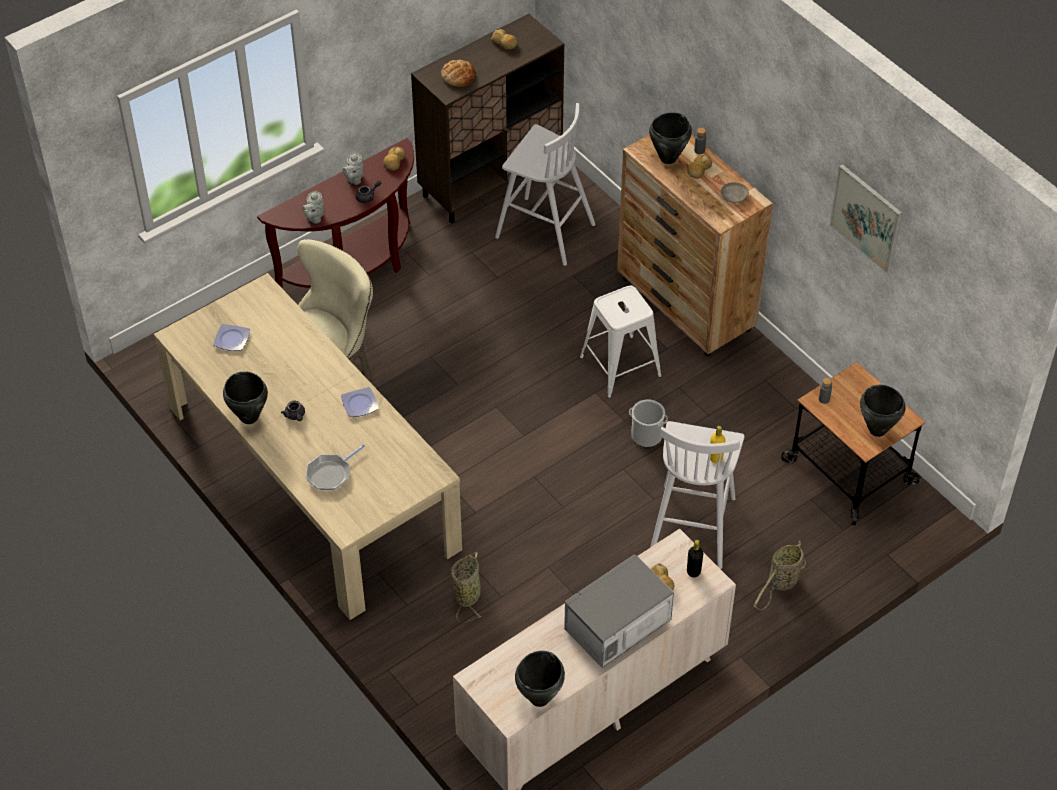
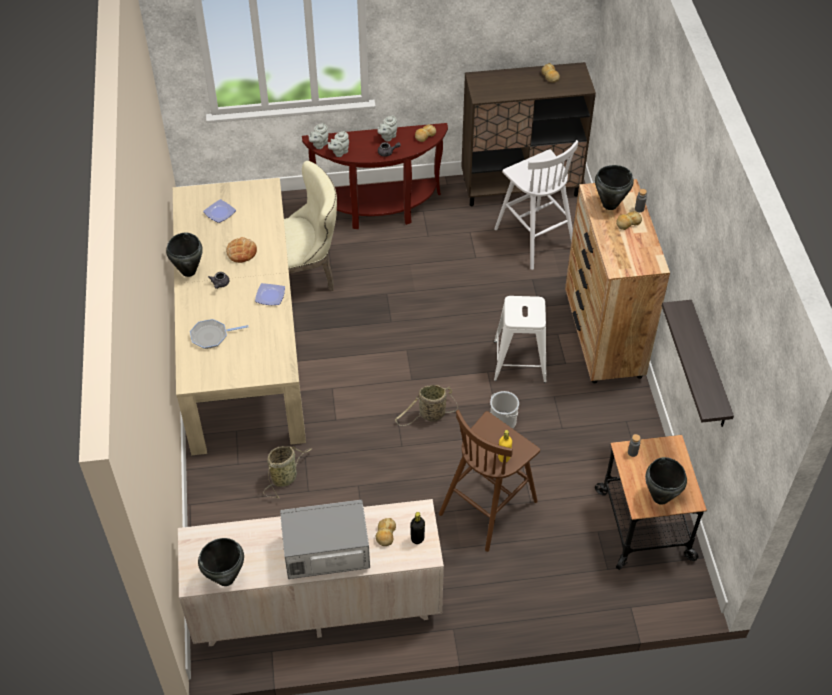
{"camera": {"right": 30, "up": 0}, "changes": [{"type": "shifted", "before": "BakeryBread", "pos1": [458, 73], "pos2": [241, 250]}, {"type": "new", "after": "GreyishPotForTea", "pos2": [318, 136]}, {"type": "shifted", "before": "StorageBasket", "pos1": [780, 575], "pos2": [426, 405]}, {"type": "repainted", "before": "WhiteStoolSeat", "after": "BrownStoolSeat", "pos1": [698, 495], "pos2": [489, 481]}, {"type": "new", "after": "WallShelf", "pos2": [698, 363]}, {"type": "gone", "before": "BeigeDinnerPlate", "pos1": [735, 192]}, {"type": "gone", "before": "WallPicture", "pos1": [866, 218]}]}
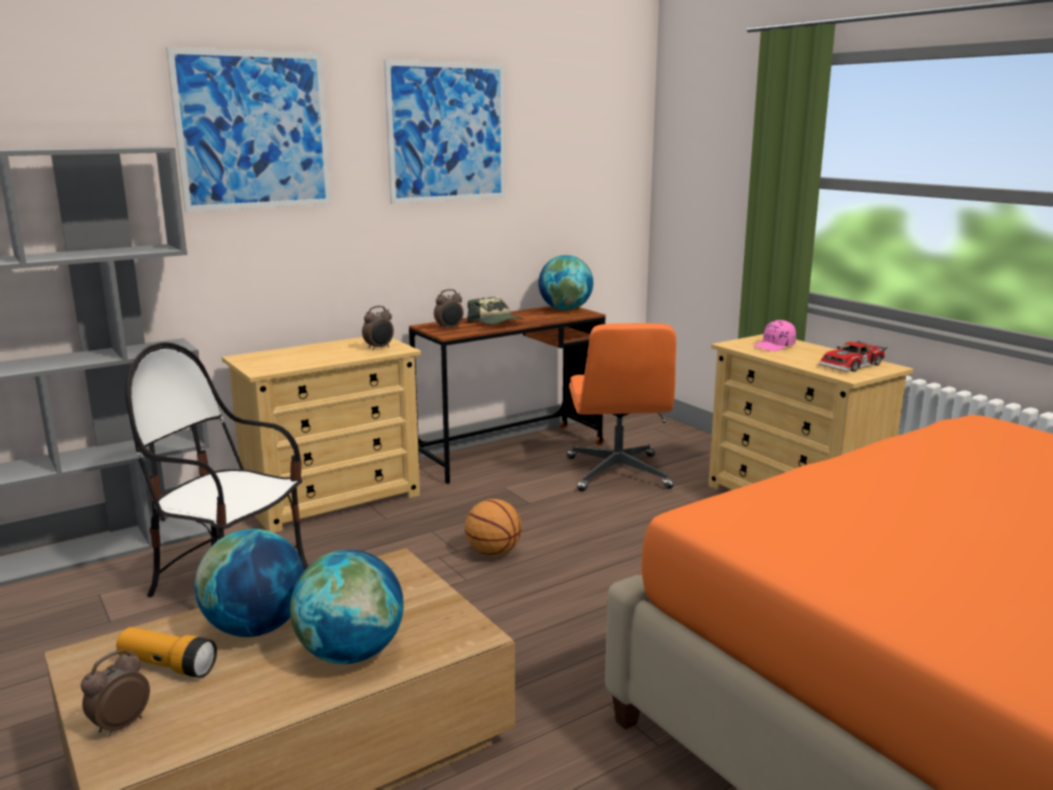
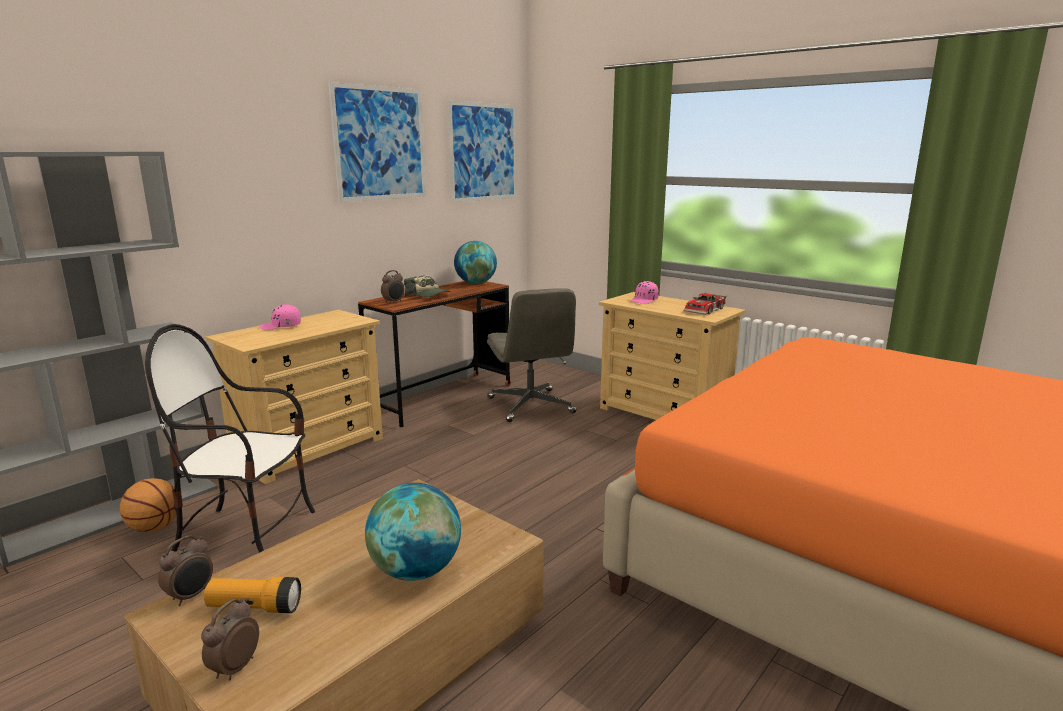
{"camera": {"right": -15, "up": 0}, "changes": [{"type": "shifted", "before": "BasketballBall", "pos1": [493, 527], "pos2": [148, 505]}, {"type": "shifted", "before": "BedsideClock", "pos1": [378, 328], "pos2": [185, 570]}, {"type": "new", "after": "PinkishBaseballCap", "pos2": [280, 317]}, {"type": "shifted", "before": "WallPicture", "pos1": [248, 129], "pos2": [482, 152]}, {"type": "repainted", "before": "OrangeDeskChair", "after": "GreyishDeskChair", "pos1": [621, 407], "pos2": [531, 355]}, {"type": "gone", "before": "Globe", "pos1": [250, 583]}]}
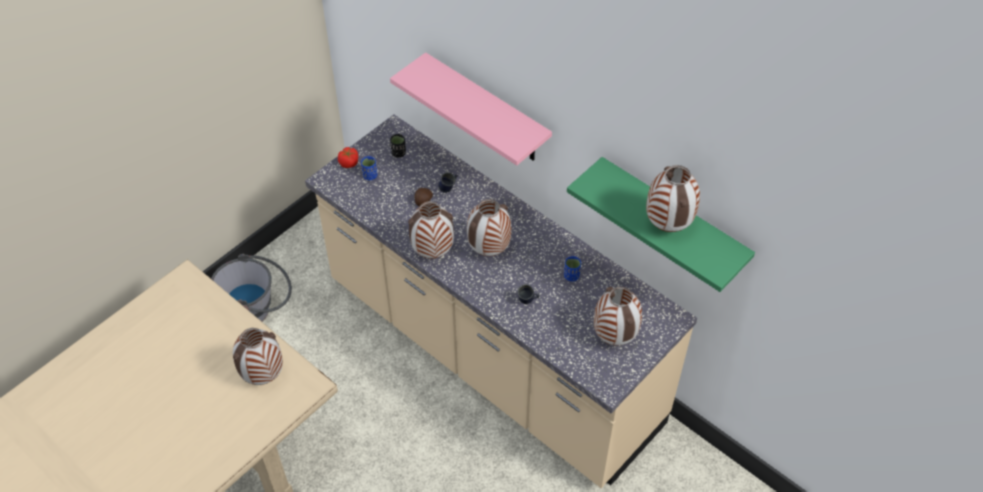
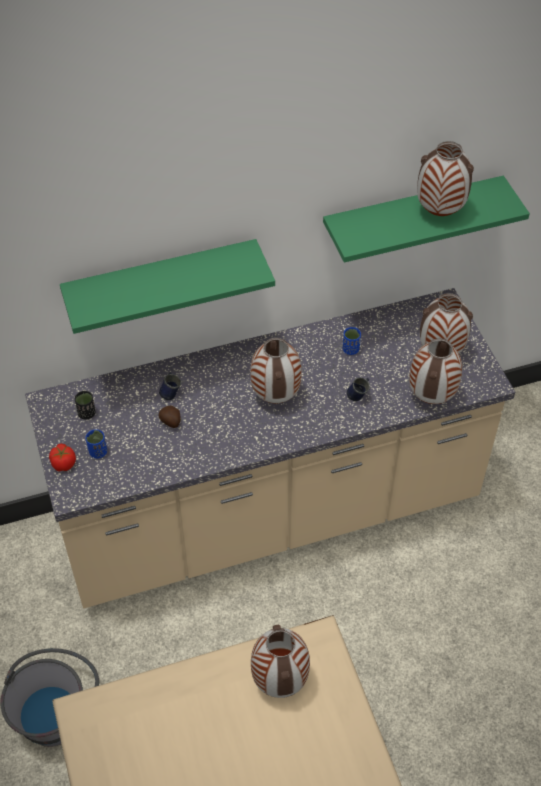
{"camera": {"right": -60, "up": 0}, "changes": [{"type": "repainted", "before": "PinkishWallShelf", "after": "GreenWallShelf", "pos1": [471, 108], "pos2": [167, 286]}, {"type": "shifted", "before": "Vase", "pos1": [431, 230], "pos2": [435, 371]}]}
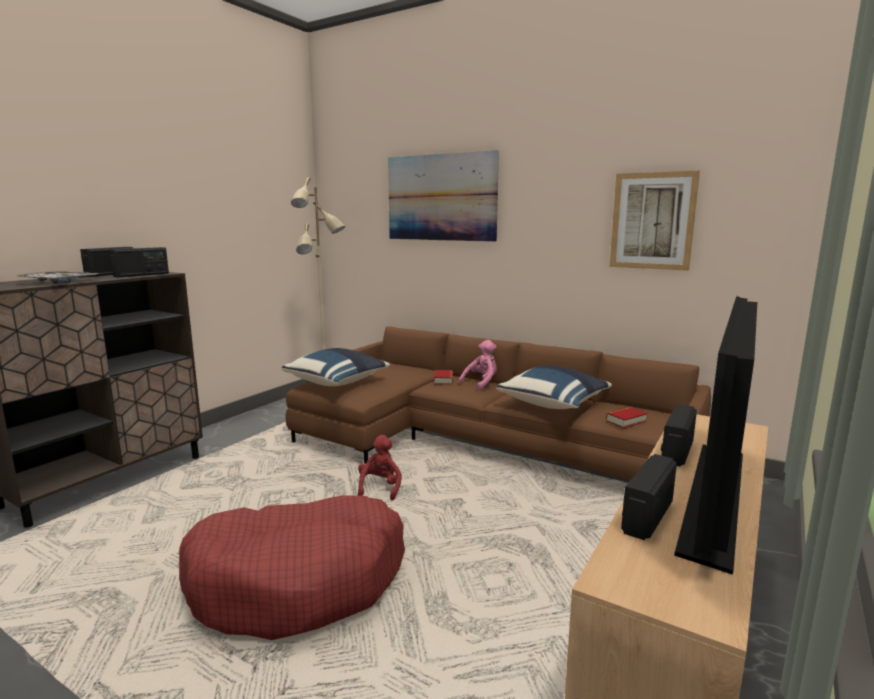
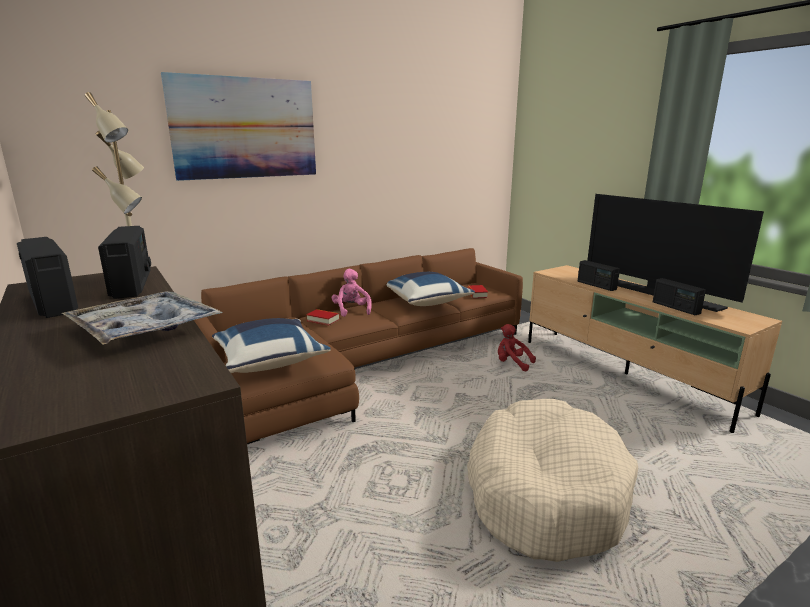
{"camera": {"right": -65, "up": 5}, "changes": [{"type": "repainted", "before": "ReddishDogCushion", "after": "BeigeDogCushion", "pos1": [292, 567], "pos2": [552, 480]}, {"type": "shifted", "before": "ReddishCuddlyToy", "pos1": [380, 467], "pos2": [517, 347]}, {"type": "gone", "before": "WallPicture", "pos1": [654, 221]}]}
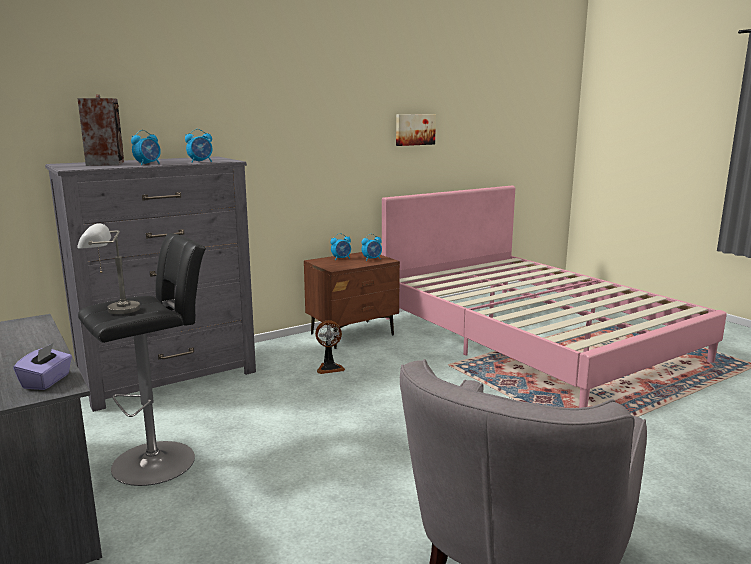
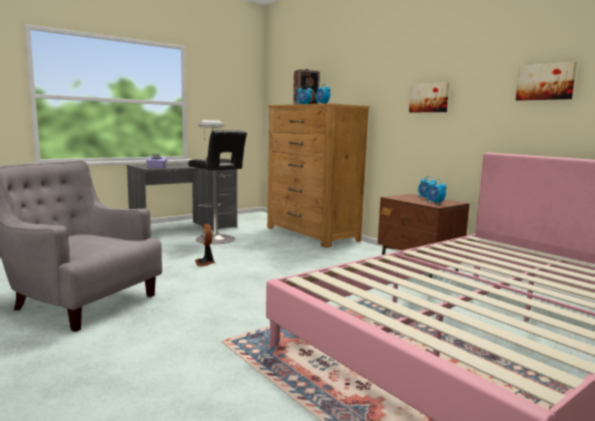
{"camera": {"right": 85, "up": -5}, "changes": [{"type": "shifted", "before": "CoolingFan", "pos1": [330, 347], "pos2": [205, 245]}, {"type": "repainted", "before": "GreyishChestOfDrawers", "after": "BrownChestOfDrawers", "pos1": [150, 284], "pos2": [318, 175]}, {"type": "new", "after": "WallPicture", "pos2": [429, 97]}]}
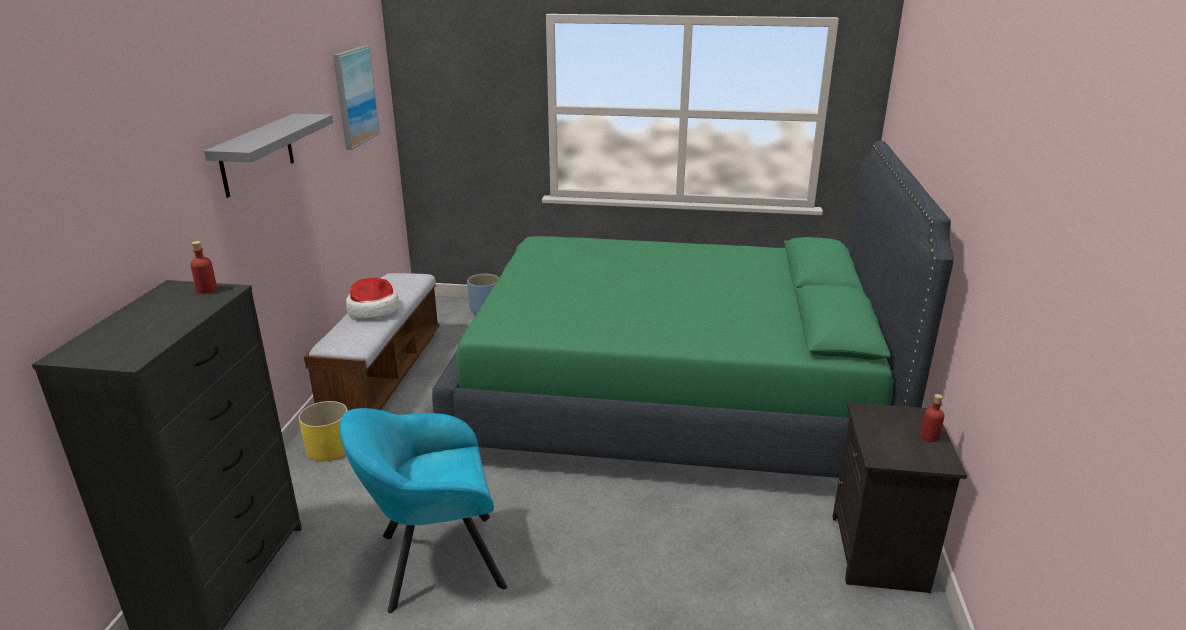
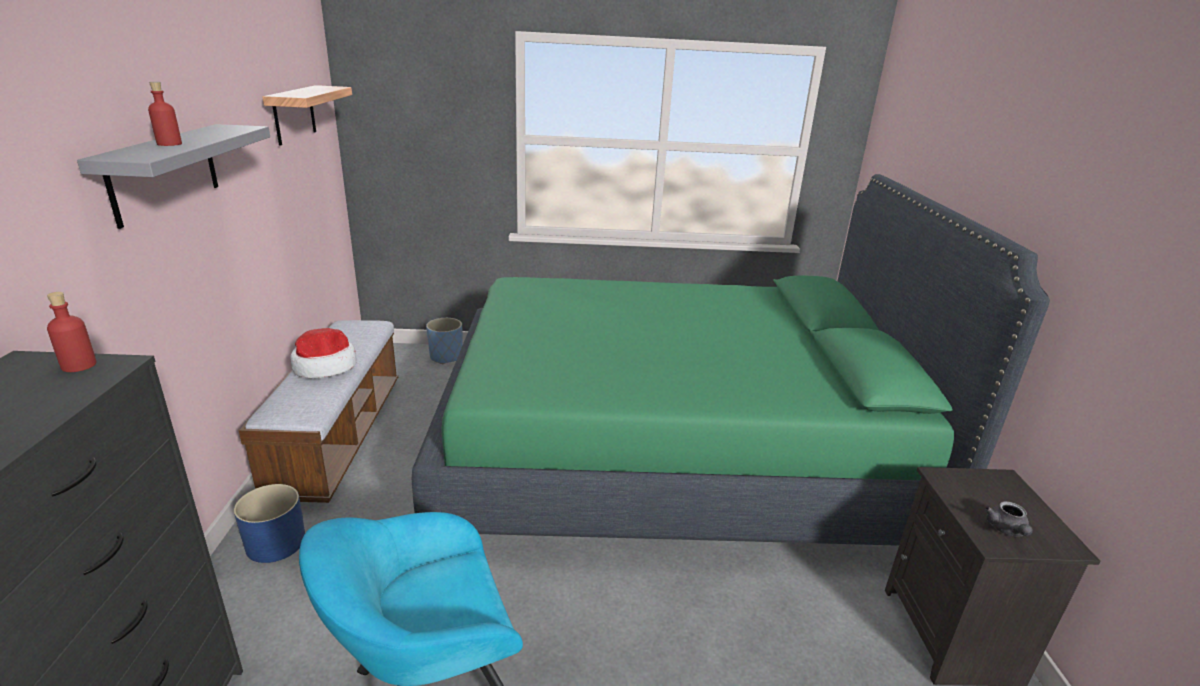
{"camera": {"right": -10, "up": 0}, "changes": [{"type": "shifted", "before": "ReddishBottle", "pos1": [932, 418], "pos2": [165, 114]}, {"type": "repainted", "before": "YellowPlanter", "after": "BlueColouredPlanter", "pos1": [323, 431], "pos2": [269, 523]}, {"type": "swapped", "before": "WallPicture", "after": "WallShelf", "pos1": [356, 97], "pos2": [307, 115]}, {"type": "new", "after": "GreyishPotForTea", "pos2": [1009, 519]}]}
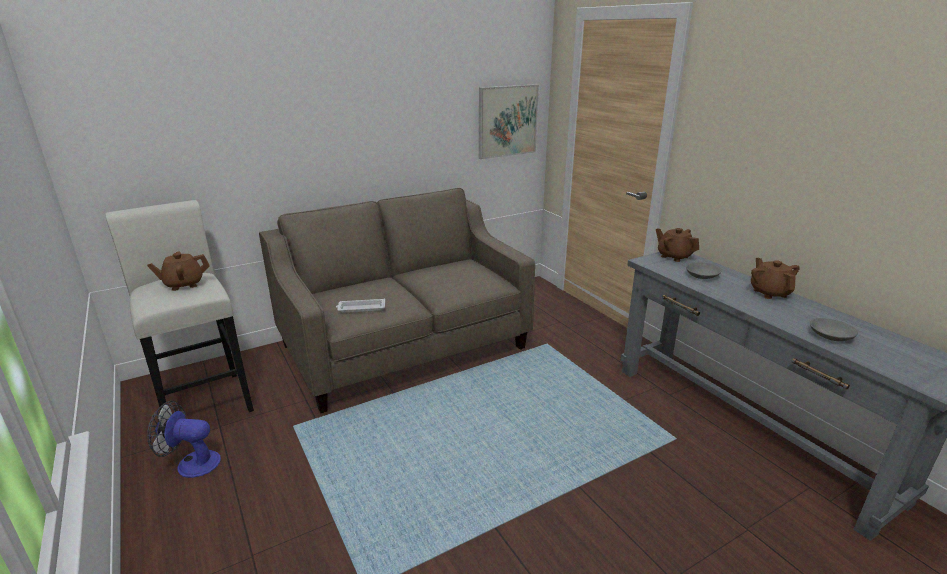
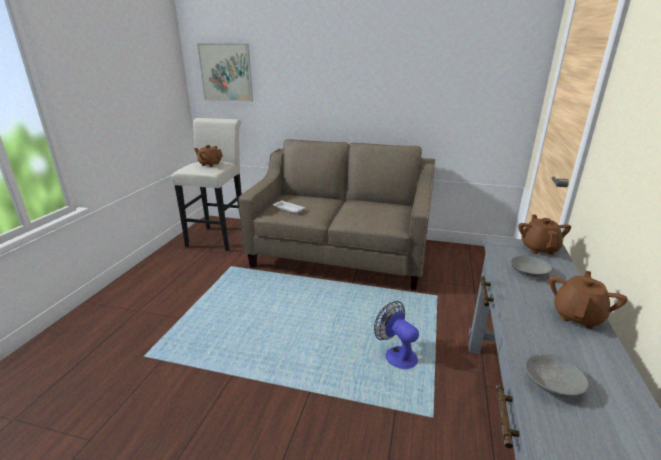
{"camera": {"right": 45, "up": 0}, "changes": [{"type": "shifted", "before": "WallPicture", "pos1": [509, 121], "pos2": [225, 72]}, {"type": "shifted", "before": "CoolingFan", "pos1": [184, 439], "pos2": [396, 335]}]}
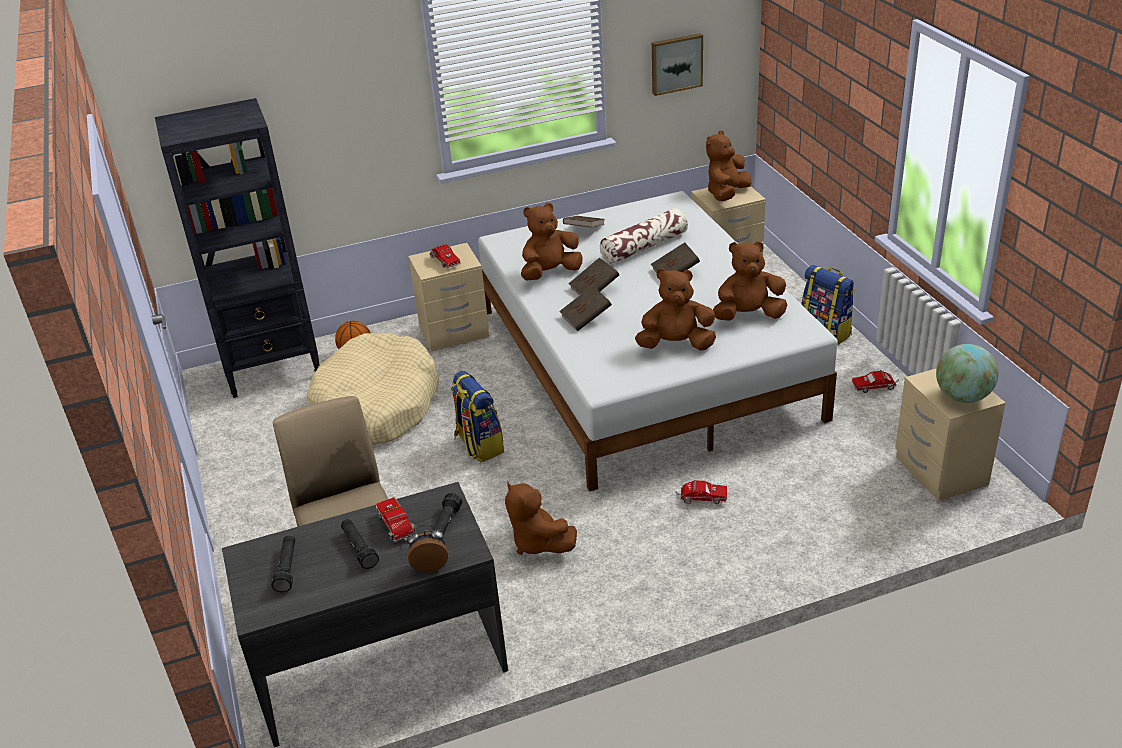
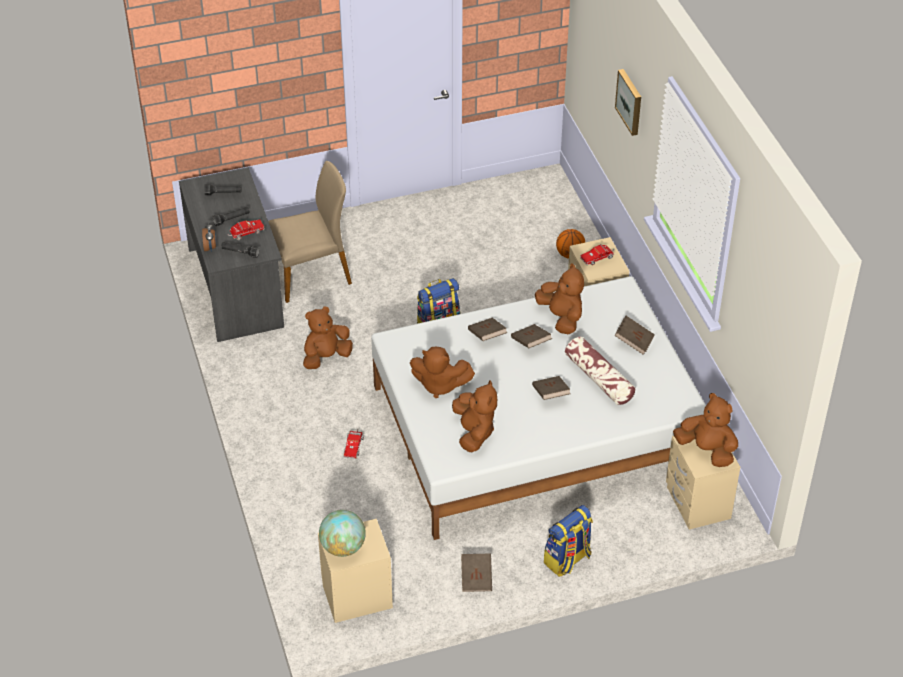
{"camera": {"right": 90, "up": 10}, "changes": [{"type": "rotated", "before": "BrownCuddlyToy", "pos1": [675, 309], "pos2": [442, 372], "turn": 105}, {"type": "swapped", "before": "ModelTruck", "after": "BrownVolume", "pos1": [875, 381], "pos2": [476, 573]}, {"type": "shifted", "before": "WallPicture", "pos1": [677, 64], "pos2": [628, 102]}, {"type": "gone", "before": "BlackBookshelf", "pos1": [237, 248]}, {"type": "gone", "before": "BeigeDogCushion", "pos1": [373, 389]}]}
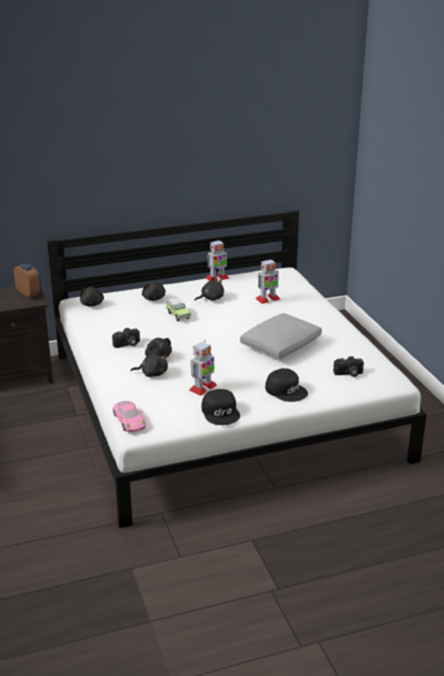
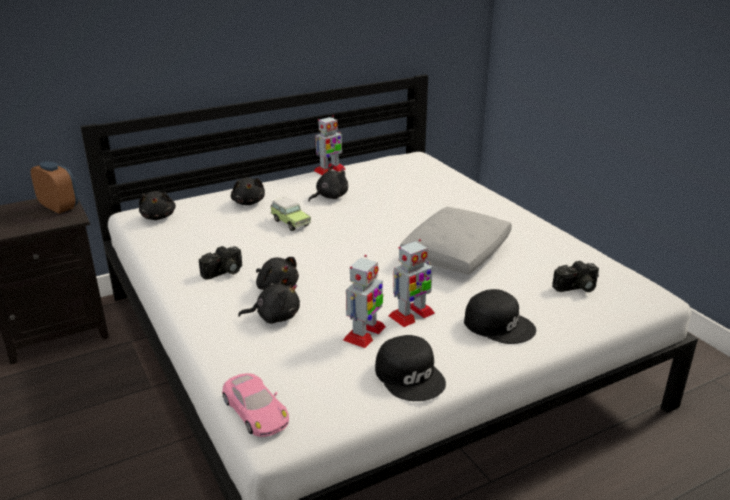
{"camera": {"right": -10, "up": 0}, "changes": [{"type": "shifted", "before": "ModelRobot", "pos1": [268, 281], "pos2": [412, 283]}]}
